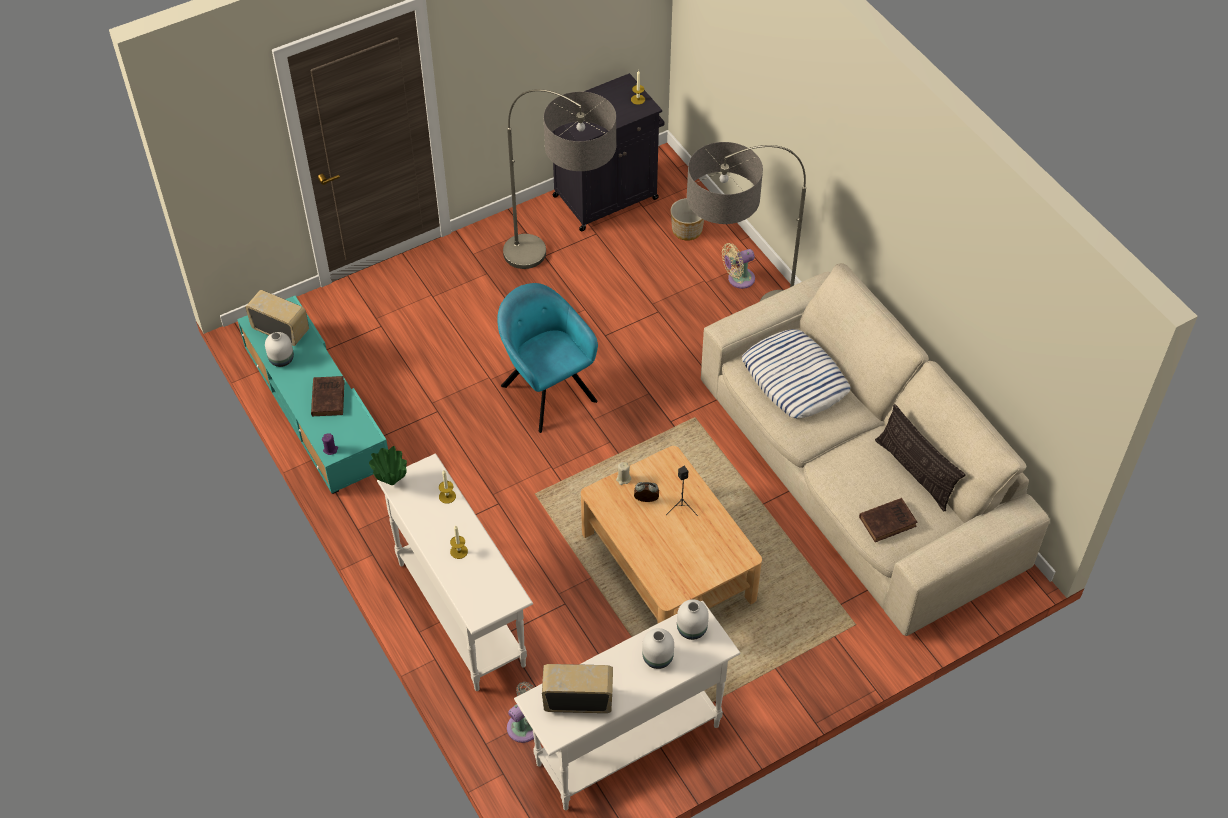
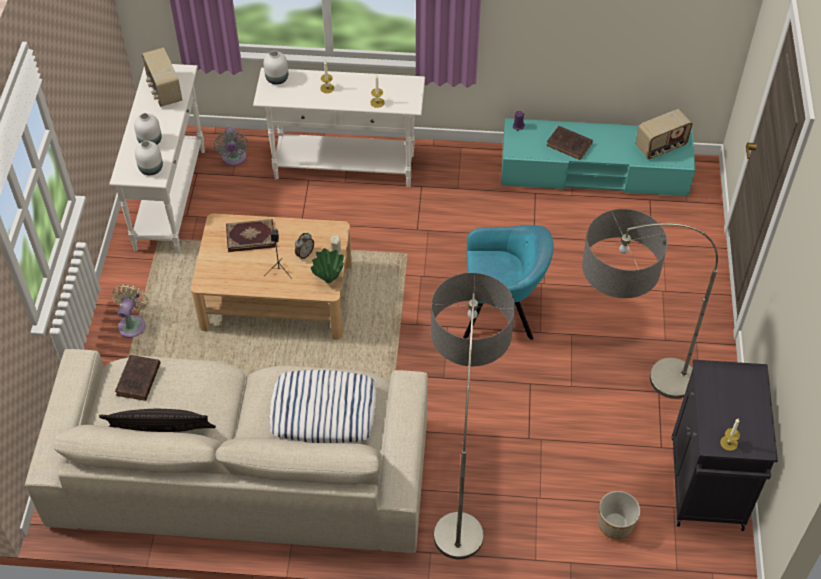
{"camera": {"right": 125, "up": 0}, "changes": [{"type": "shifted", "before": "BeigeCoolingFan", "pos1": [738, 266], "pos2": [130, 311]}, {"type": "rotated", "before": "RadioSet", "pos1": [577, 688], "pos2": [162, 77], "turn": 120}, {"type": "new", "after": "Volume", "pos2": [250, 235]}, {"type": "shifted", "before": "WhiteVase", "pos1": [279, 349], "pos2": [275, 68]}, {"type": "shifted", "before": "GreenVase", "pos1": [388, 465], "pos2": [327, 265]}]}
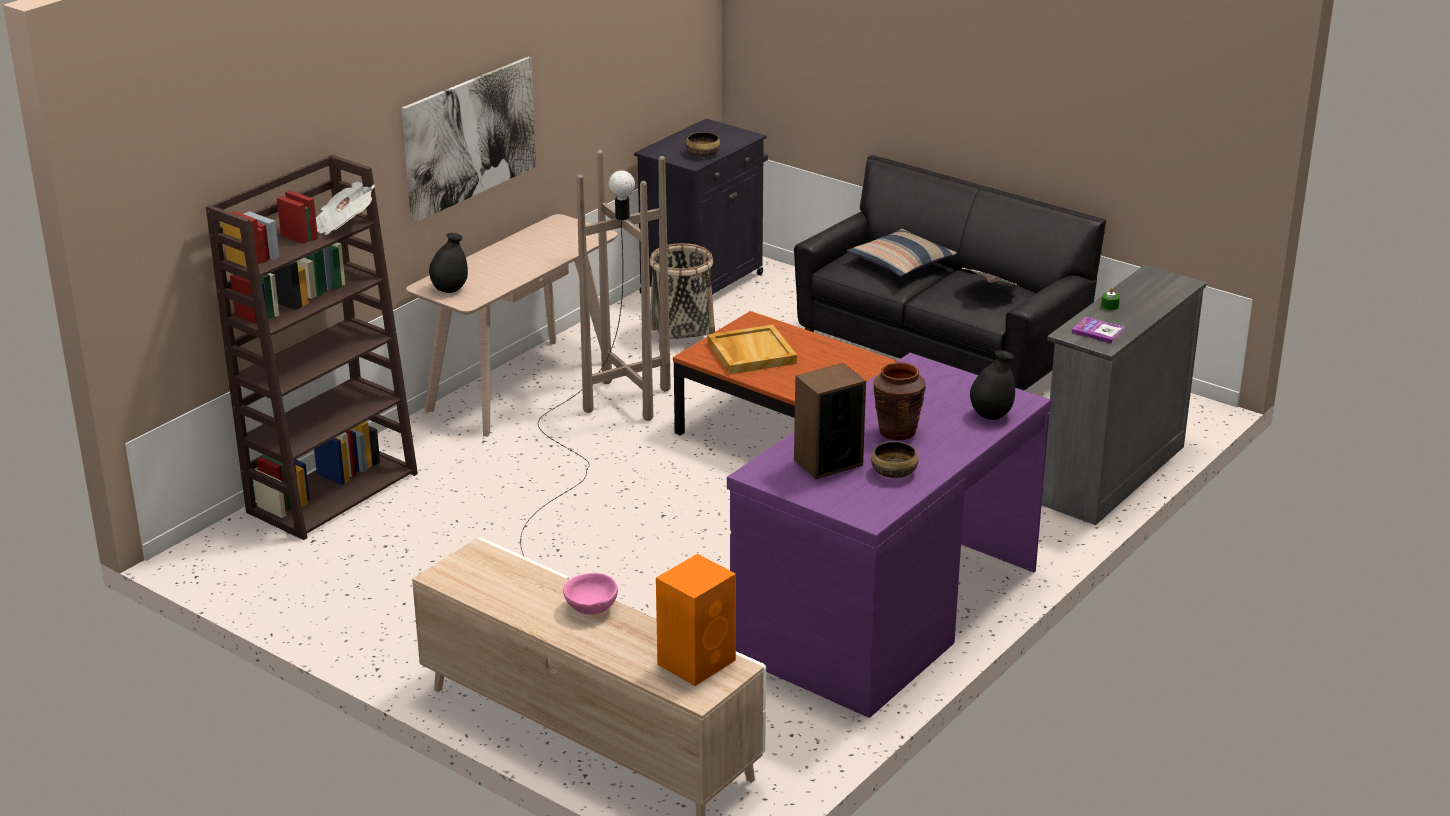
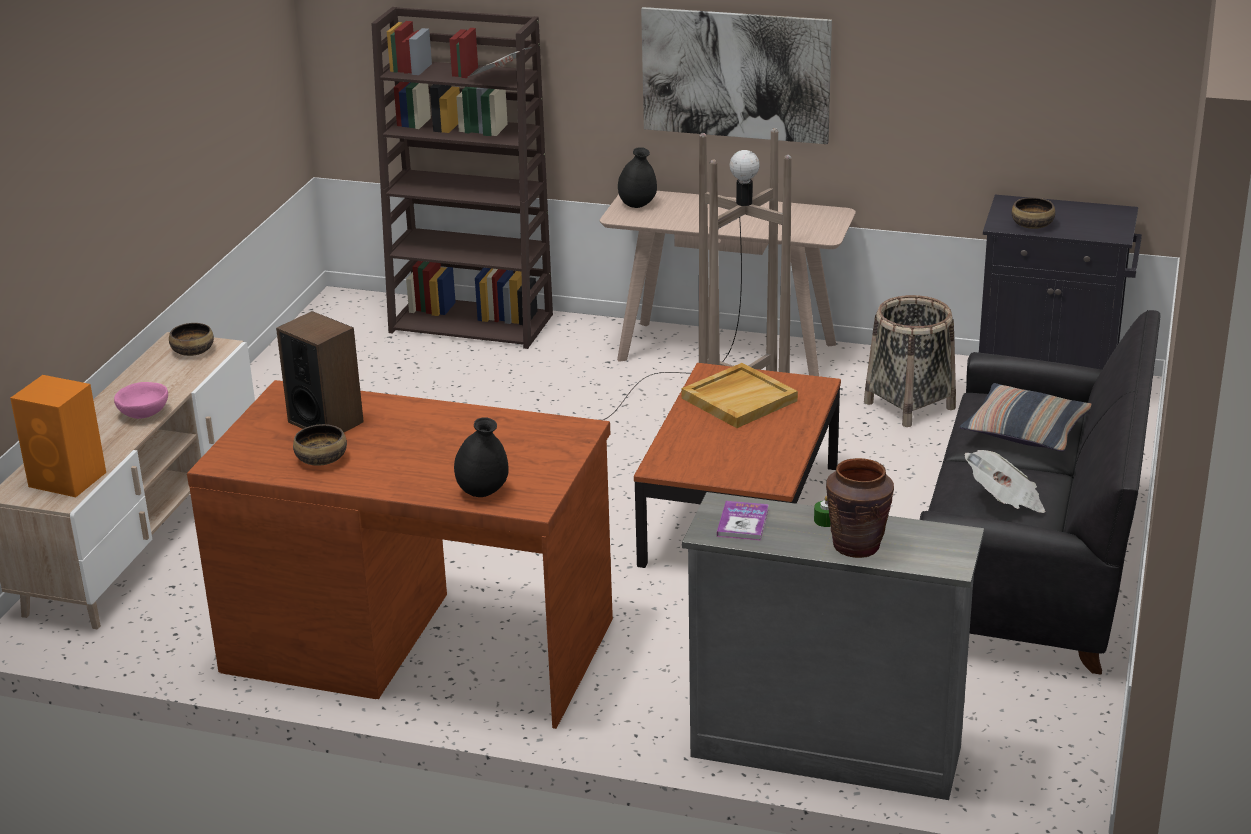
{"camera": {"right": 70, "up": 0}, "changes": [{"type": "new", "after": "ServingBowl", "pos2": [191, 339]}, {"type": "repainted", "before": "PurplishDeskTable", "after": "BrownDeskTable", "pos1": [889, 535], "pos2": [400, 554]}, {"type": "shifted", "before": "BrownVase", "pos1": [899, 401], "pos2": [860, 508]}]}
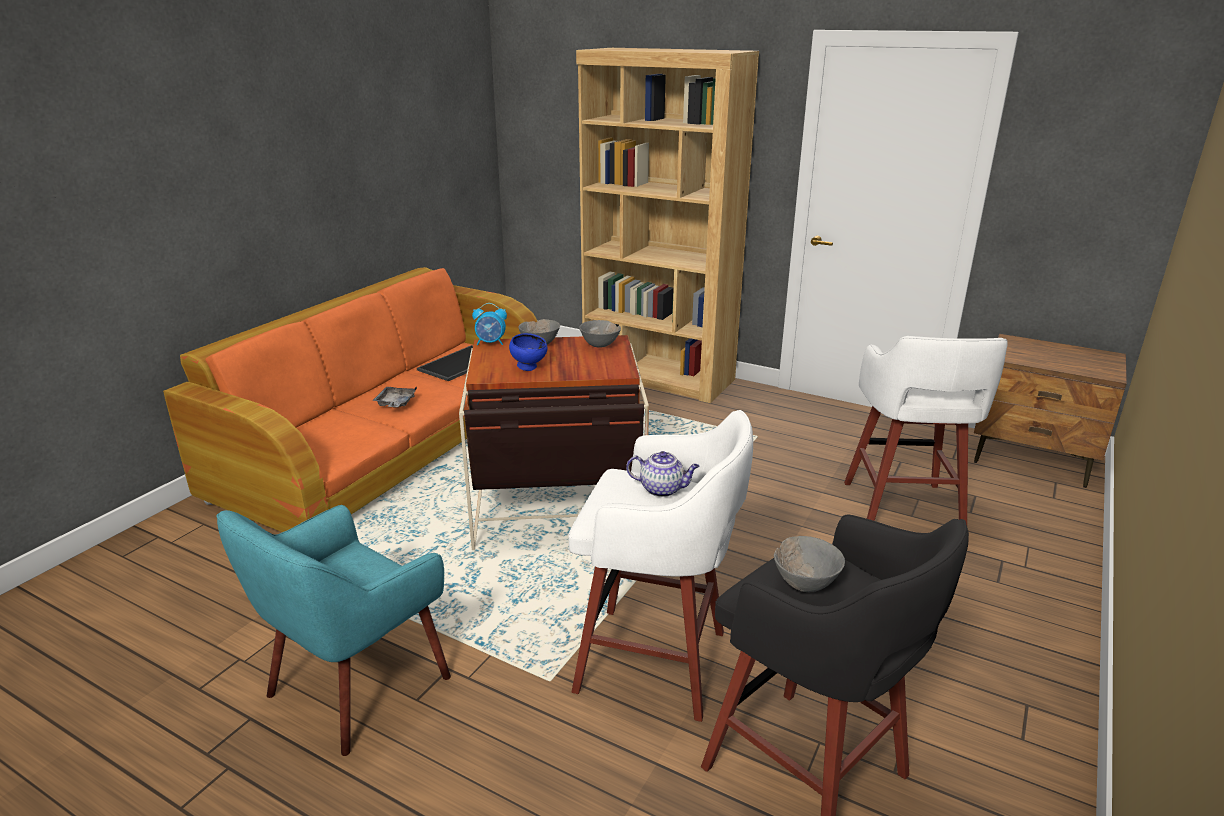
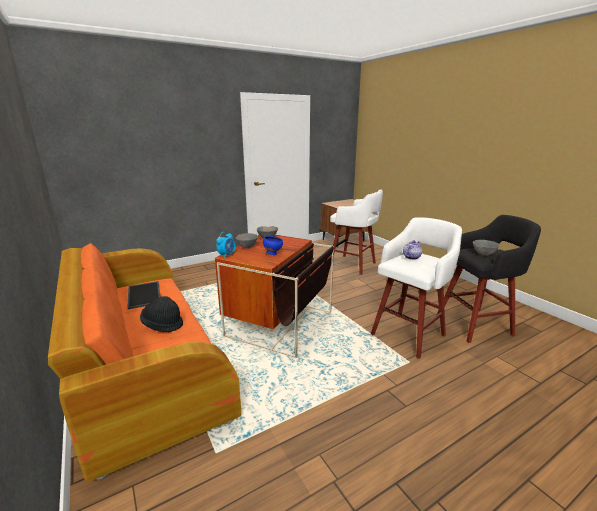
{"camera": {"right": -60, "up": -5}, "changes": [{"type": "swapped", "before": "GreyishServingTray", "after": "BlackWearableHat", "pos1": [394, 397], "pos2": [161, 314]}, {"type": "gone", "before": "BlueGreenLoungeChair", "pos1": [334, 630]}, {"type": "gone", "before": "BrownBookshelf", "pos1": [667, 225]}]}
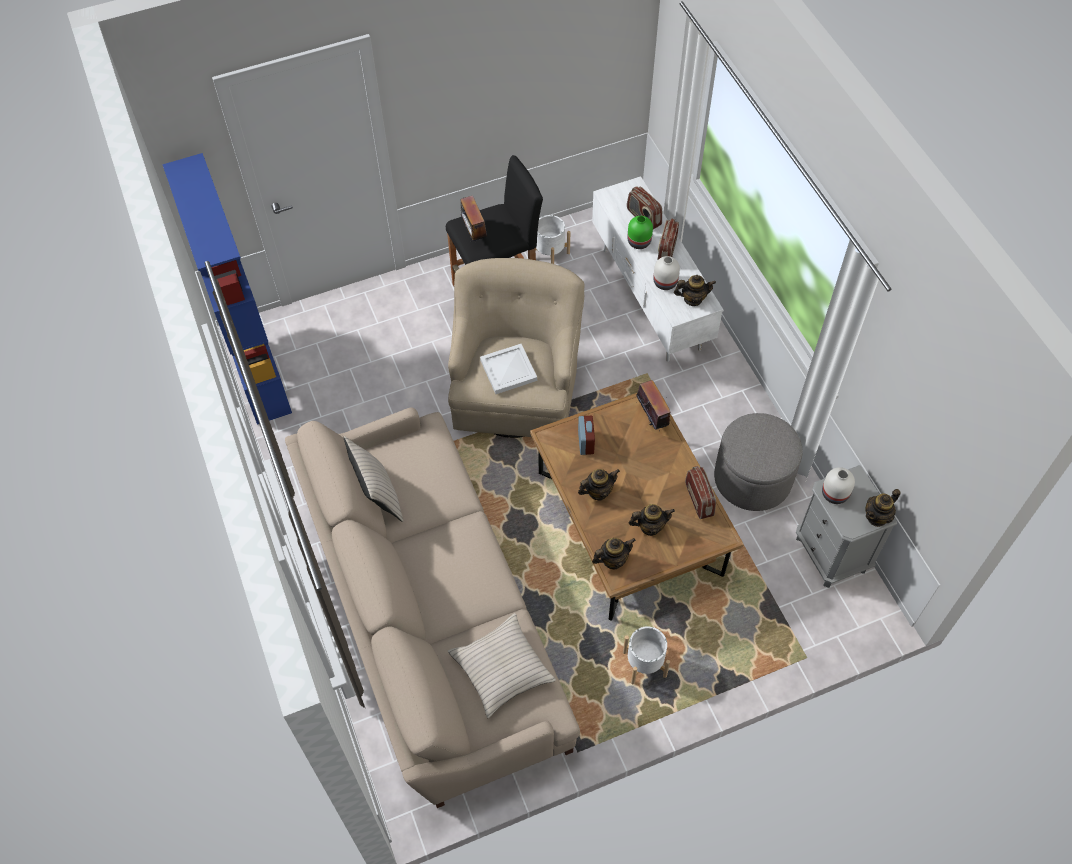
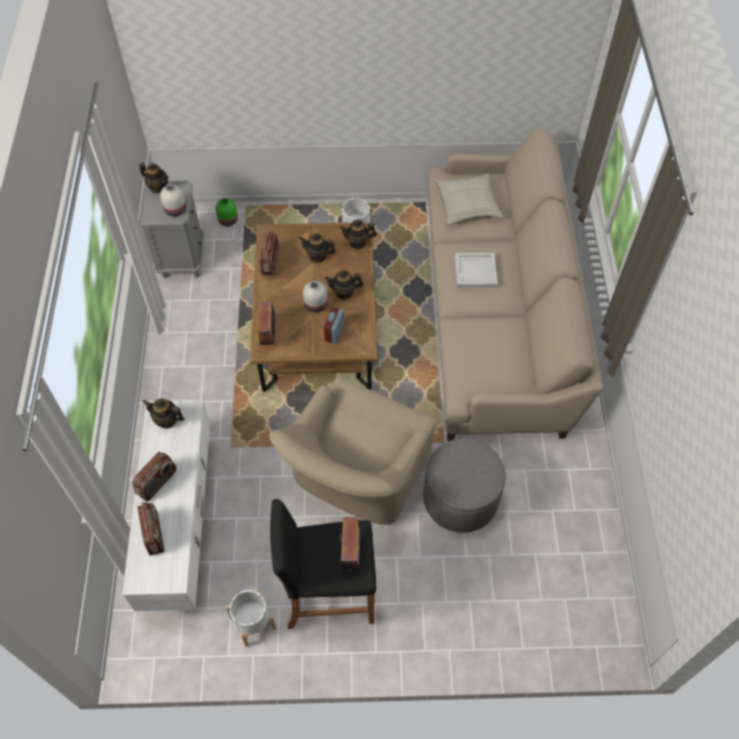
{"camera": {"right": -160, "up": 0}, "changes": [{"type": "rotated", "before": "PotForTea", "pos1": [883, 508], "pos2": [154, 177], "turn": 45}, {"type": "shifted", "before": "GreenVase", "pos1": [640, 232], "pos2": [227, 212]}, {"type": "shifted", "before": "WhiteVase", "pos1": [666, 273], "pos2": [315, 296]}, {"type": "shifted", "before": "GreyishPouffe", "pos1": [758, 462], "pos2": [464, 485]}, {"type": "shifted", "before": "WhiteServingTray", "pos1": [508, 369], "pos2": [476, 270]}, {"type": "gone", "before": "BlueColouredBookshelf", "pos1": [227, 289]}, {"type": "gone", "before": "BeigeCushion", "pos1": [373, 479]}]}
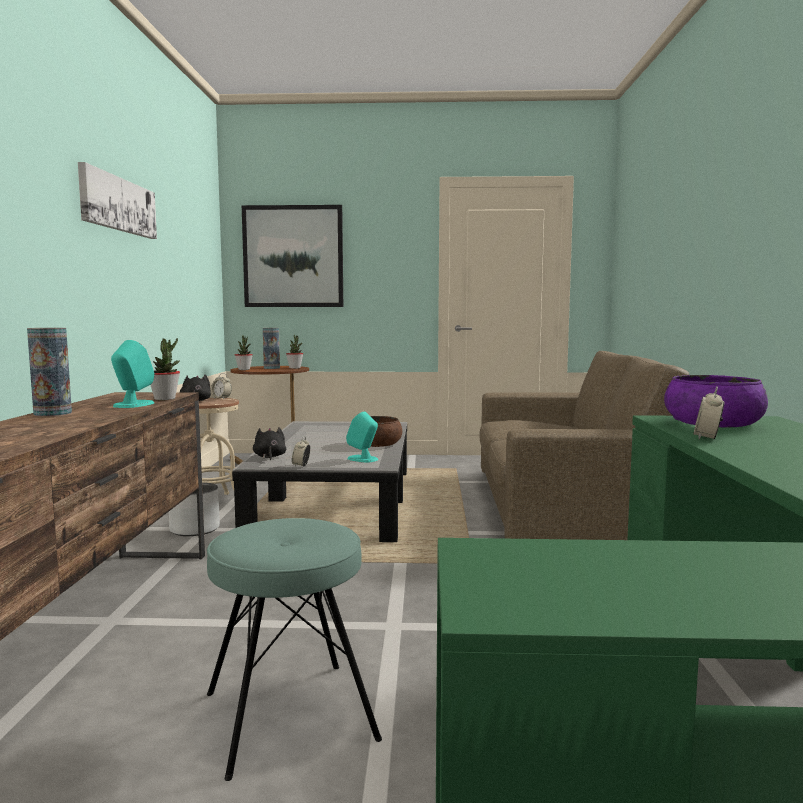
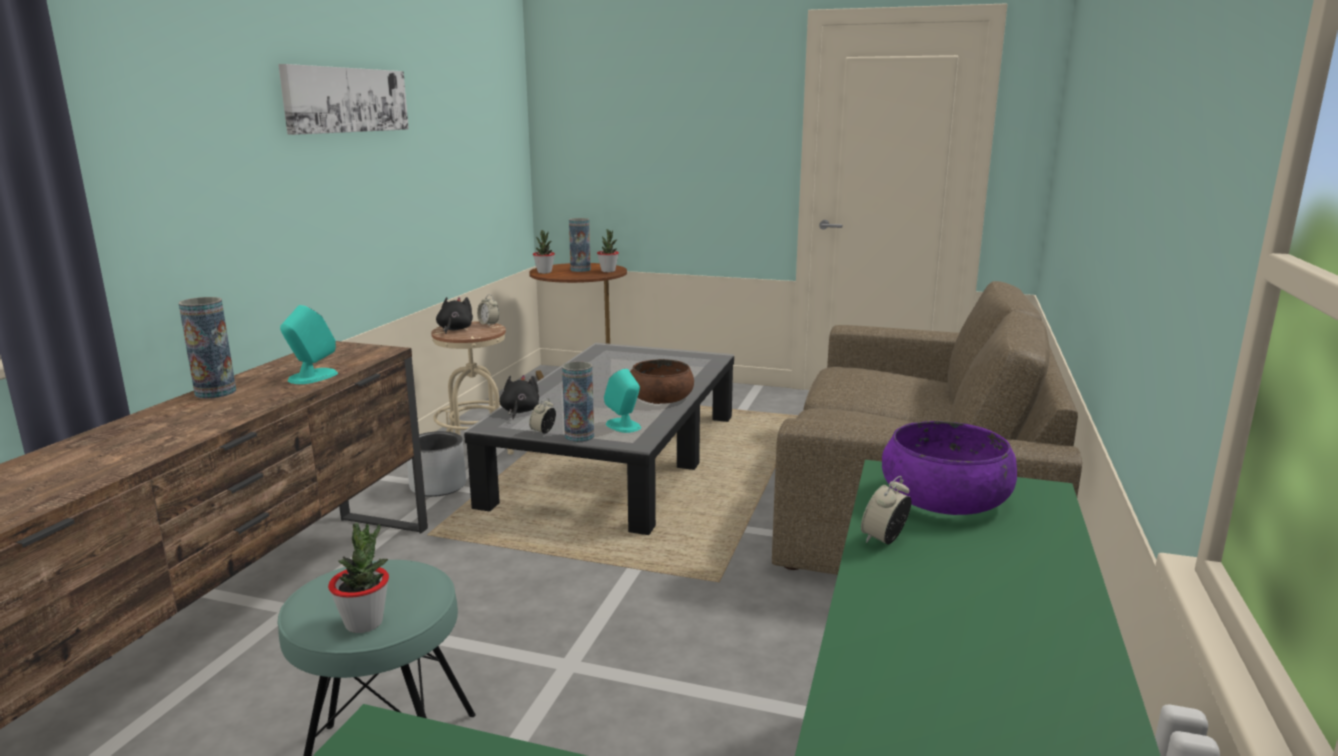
{"camera": {"right": 15, "up": 10}, "changes": [{"type": "shifted", "before": "Houseplant", "pos1": [165, 369], "pos2": [358, 577]}, {"type": "new", "after": "Vase", "pos2": [578, 401]}, {"type": "gone", "before": "WallPicture", "pos1": [292, 256]}]}
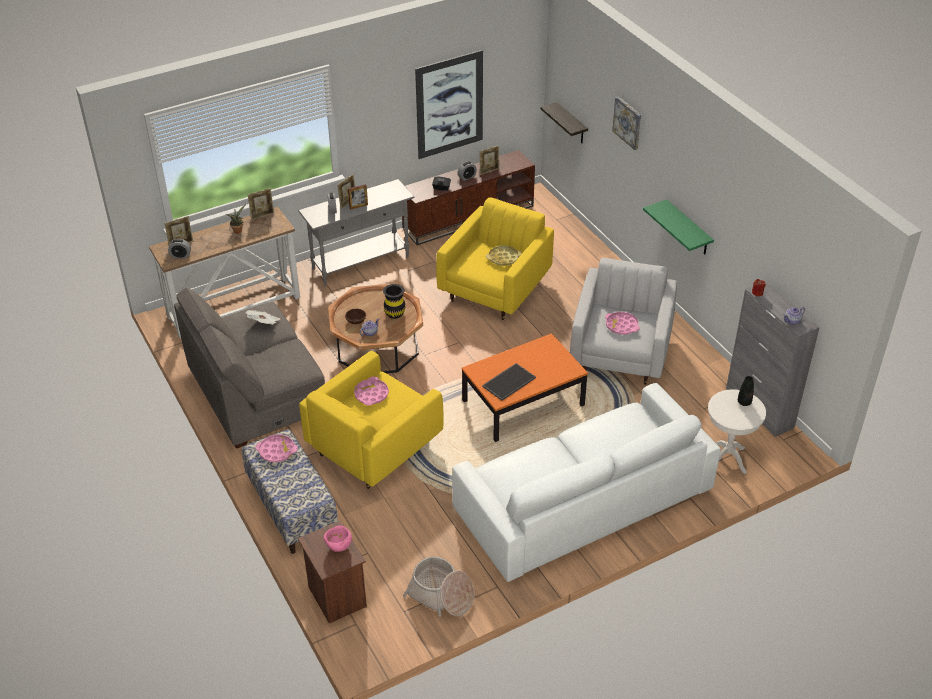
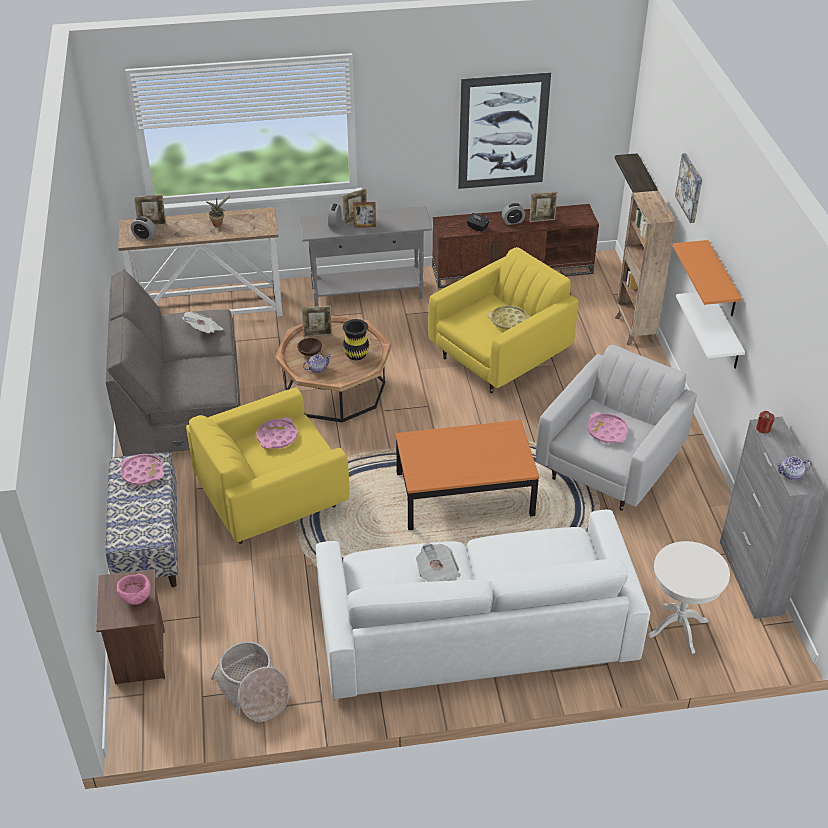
{"camera": {"right": 20, "up": 0}, "changes": [{"type": "shifted", "before": "StandingFrame", "pos1": [261, 204], "pos2": [317, 321]}, {"type": "new", "after": "Newspaper", "pos2": [438, 562]}, {"type": "new", "after": "BrownBookshelf", "pos2": [645, 268]}, {"type": "new", "after": "OrangeWallShelf", "pos2": [707, 278]}, {"type": "repainted", "before": "GreenWallShelf", "after": "WhiteWallShelf", "pos1": [678, 227], "pos2": [710, 330]}, {"type": "gone", "before": "ServingTray", "pos1": [509, 382]}, {"type": "gone", "before": "BlackVase", "pos1": [746, 391]}]}
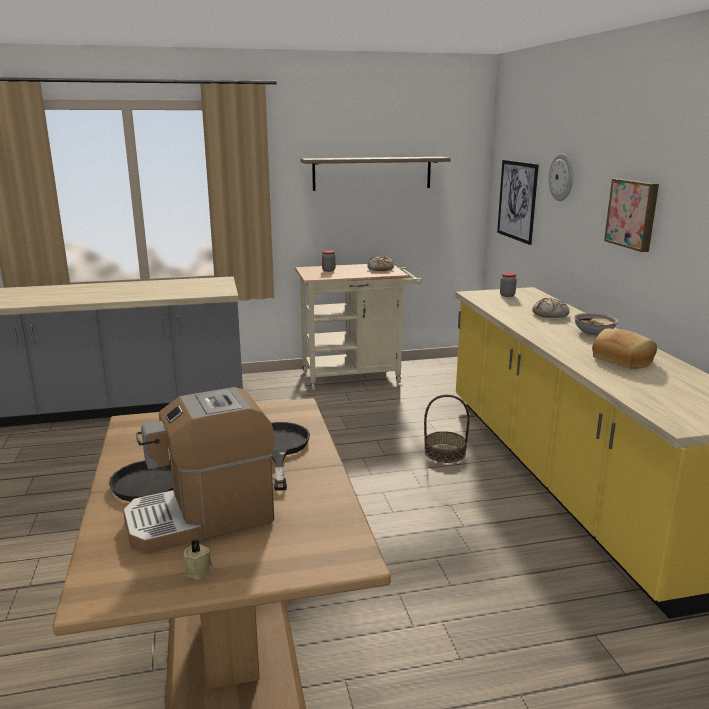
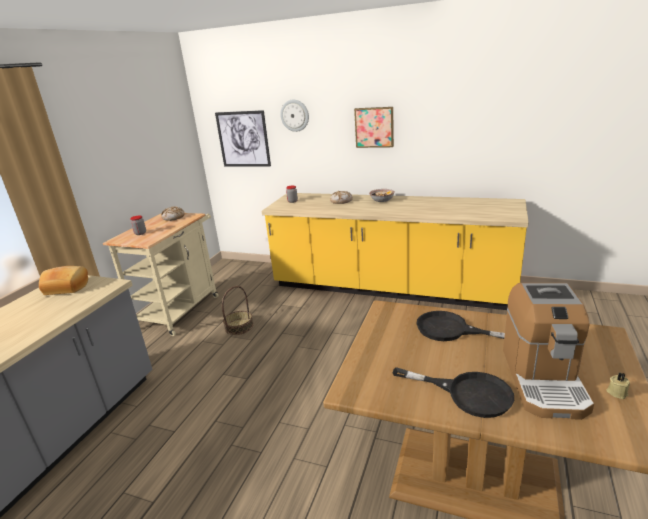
{"camera": {"right": -55, "up": 5}, "changes": [{"type": "shifted", "before": "BakeryBread", "pos1": [624, 348], "pos2": [63, 280]}, {"type": "shifted", "before": "StorageBasket", "pos1": [447, 429], "pos2": [238, 310]}, {"type": "gone", "before": "WallShelf", "pos1": [375, 174]}]}
